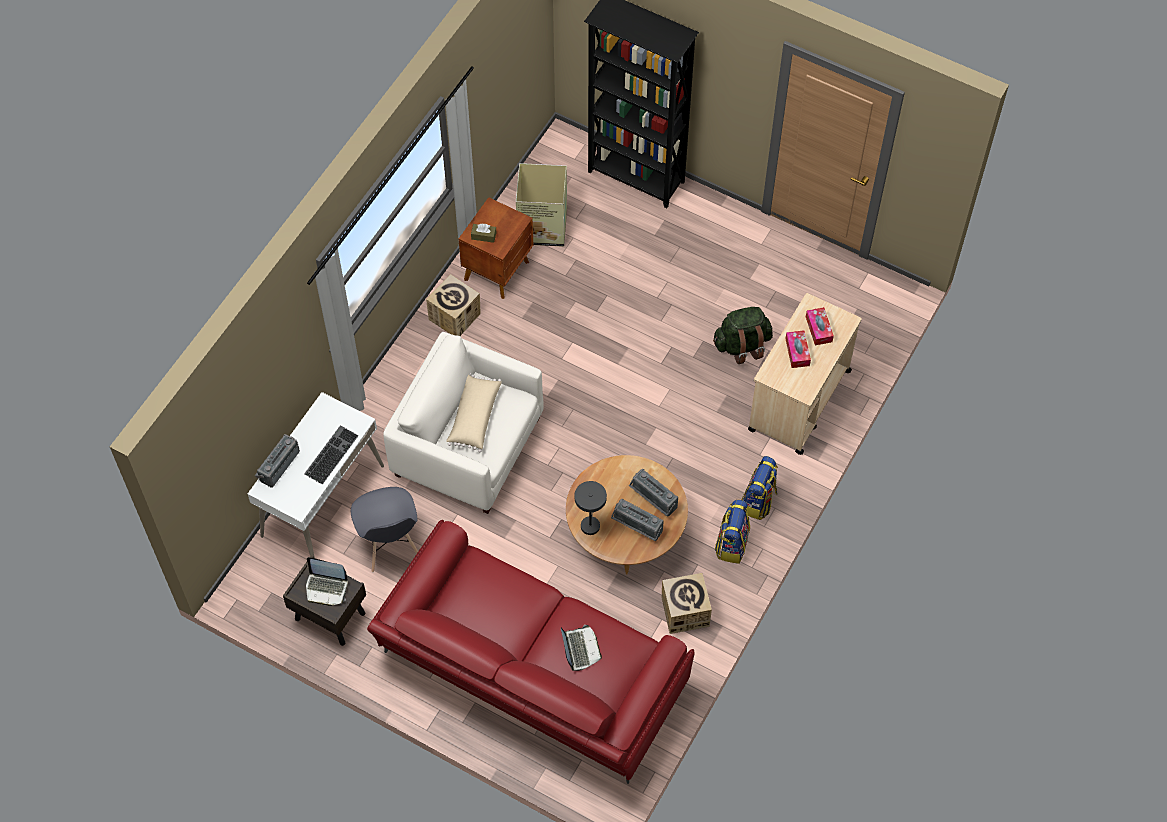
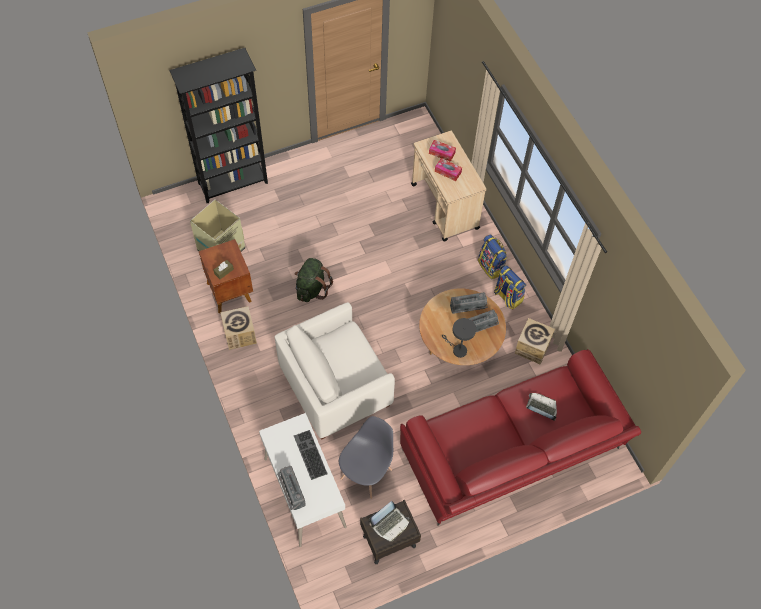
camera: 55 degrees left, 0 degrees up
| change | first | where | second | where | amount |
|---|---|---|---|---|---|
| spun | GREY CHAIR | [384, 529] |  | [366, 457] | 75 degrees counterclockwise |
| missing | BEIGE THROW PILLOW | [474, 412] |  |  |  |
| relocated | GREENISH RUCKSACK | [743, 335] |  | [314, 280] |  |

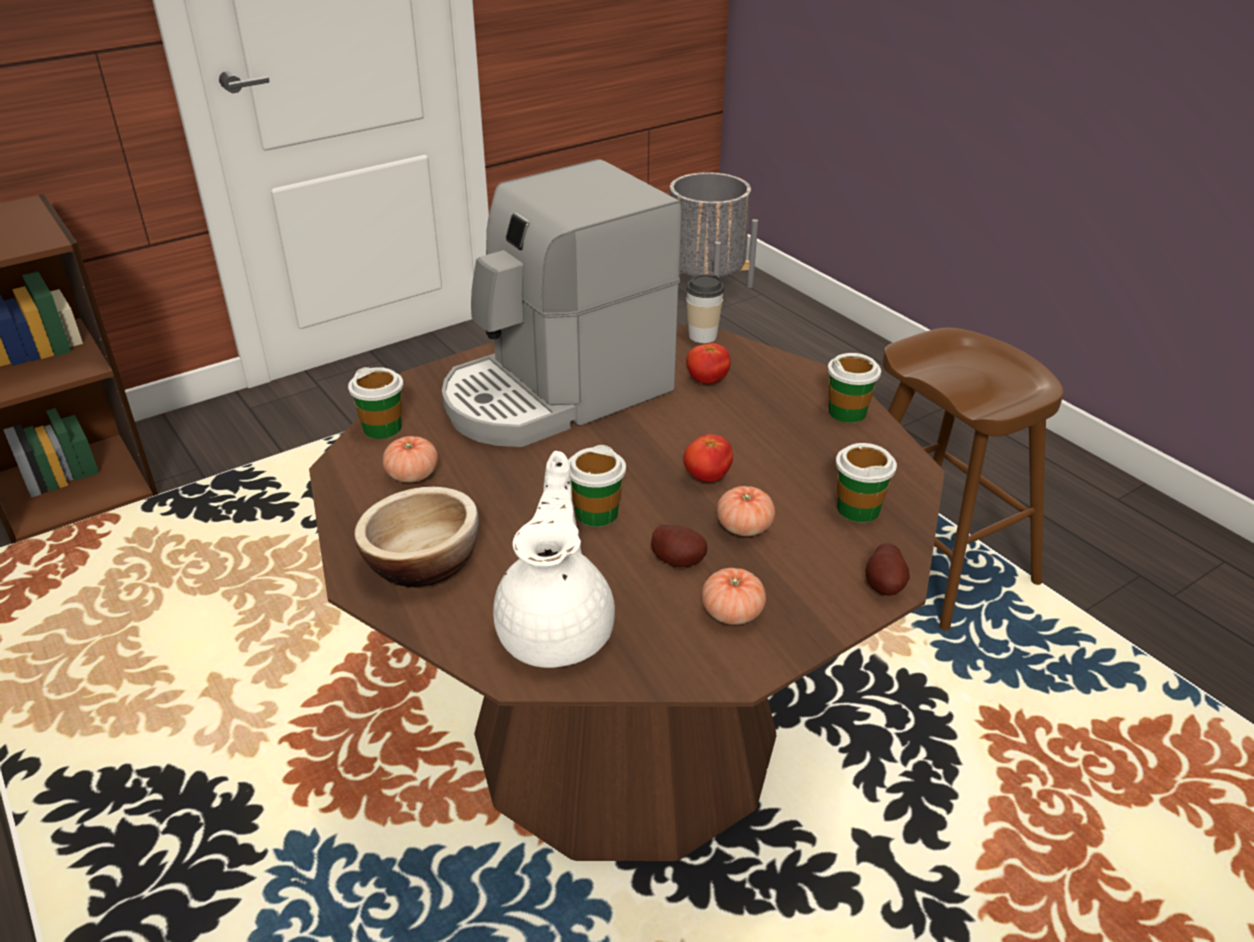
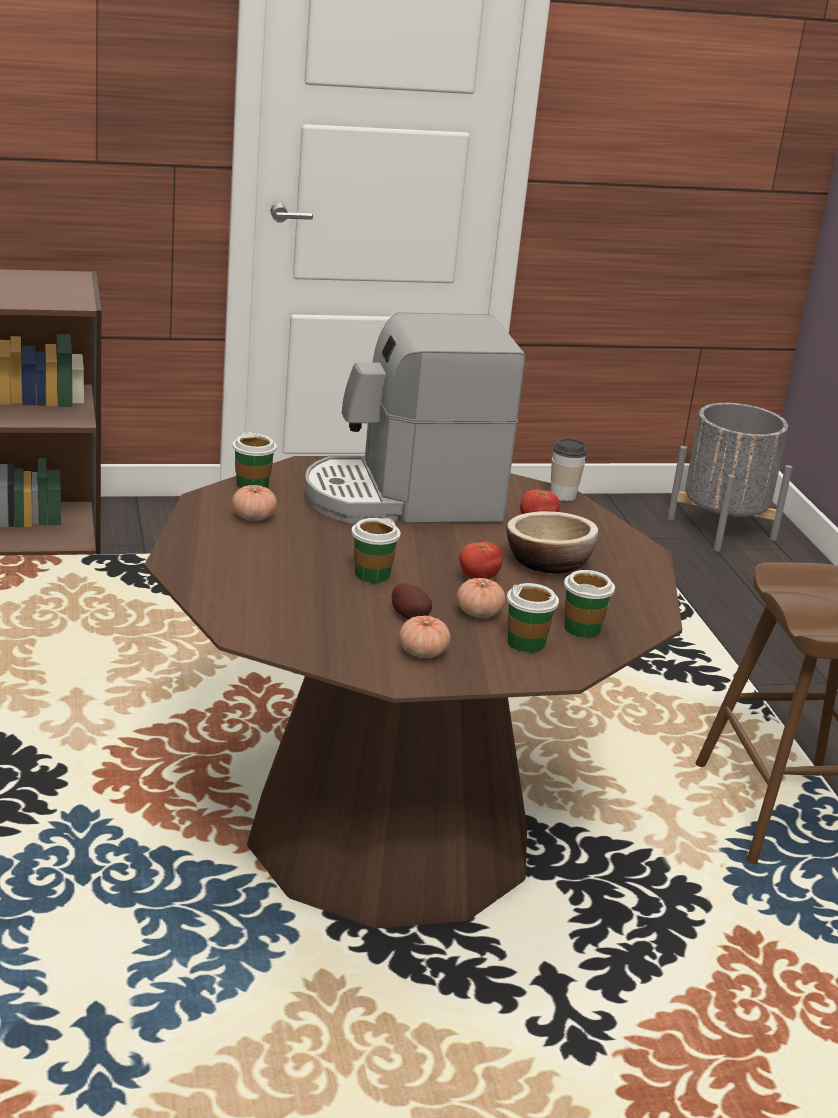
camera: 20 degrees right, 10 degrees down
| change | first | where | second | where | amount |
|---|---|---|---|---|---|
| relocated | DEEP DISH | [416, 537] |  | [553, 542] |  |
| missing | WHITE-COLOURED TEAPOT | [554, 559] |  |  |  |
| relocated | DRINKING CUP | [854, 388] |  | [533, 618] |  |
| missing | POTATO | [888, 569] |  |  |  |

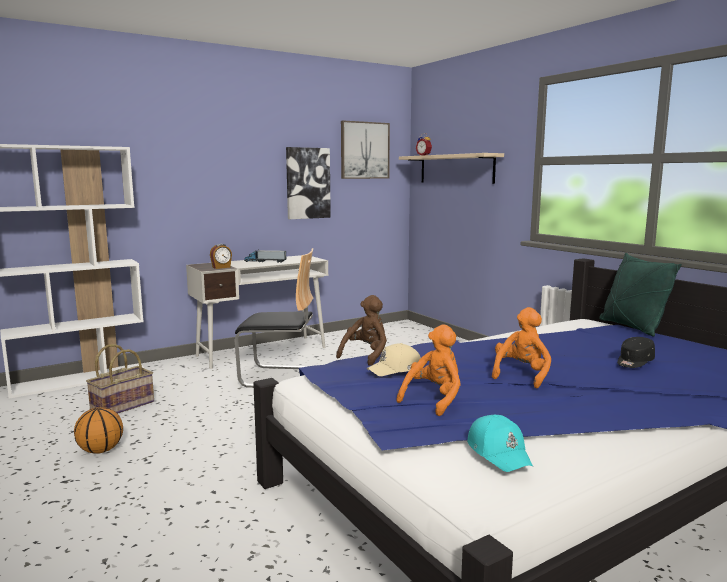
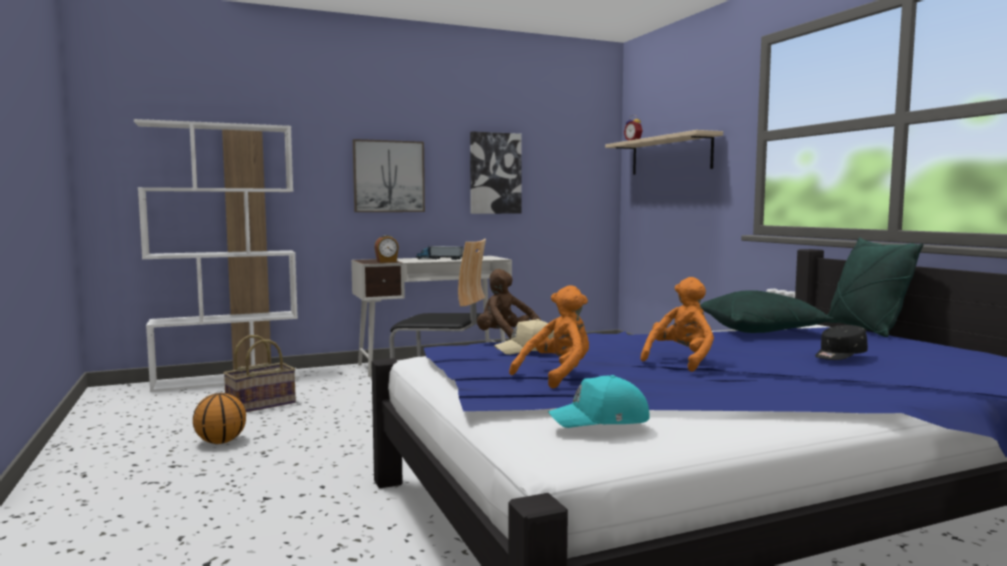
camera: 10 degrees right, 5 degrees down
| change | first | where | second | where | amount |
|---|---|---|---|---|---|
| spun | BROWN-COLOURED SOFT TOY | [361, 330] |  | [509, 304] | 90 degrees counterclockwise |
| relocated | WALL PICTURE | [365, 149] |  | [389, 175] |  |
| spun | TURQUOISE-COLOURED CAP | [500, 443] |  | [598, 401] | 90 degrees clockwise |
| appeared |  |  | GREENISH THROW PILLOW | [767, 311] |  |

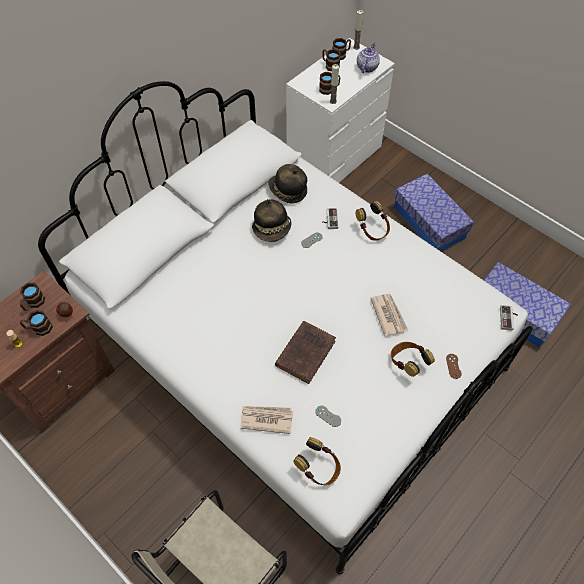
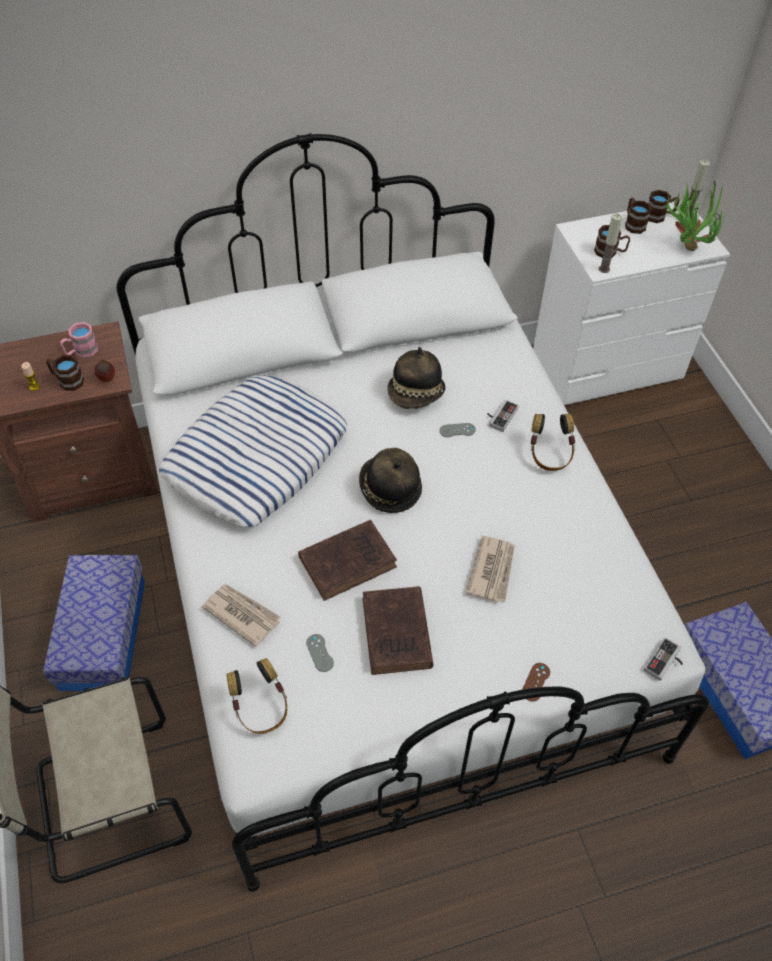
camera: 30 degrees right, 5 degrees down
| change | first | where | second | where | amount |
|---|---|---|---|---|---|
| colour | BROWN-COLOURED TEA MUG | [32, 297] | PINK-COLOURED TEA MUG | [79, 340] |  |
| relocated | HAT | [287, 183] |  | [390, 480] |  |
| exchanged | TEAPOT | [368, 58] | POTTED PLANT | [695, 216] |  |
| missing | PAIR OF HEADPHONES | [413, 359] |  |  |  |
| relocated | STORAGE BOX | [434, 212] |  | [94, 623] |  |
| appeared |  |  | THROW PILLOW | [253, 451] |  |
| appeared |  |  | BROWN-COLOURED BOOK | [398, 630] |  |

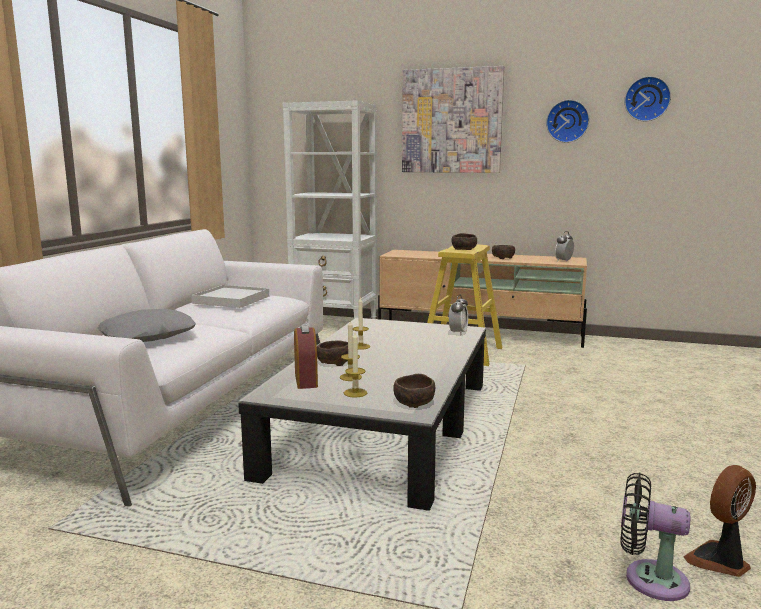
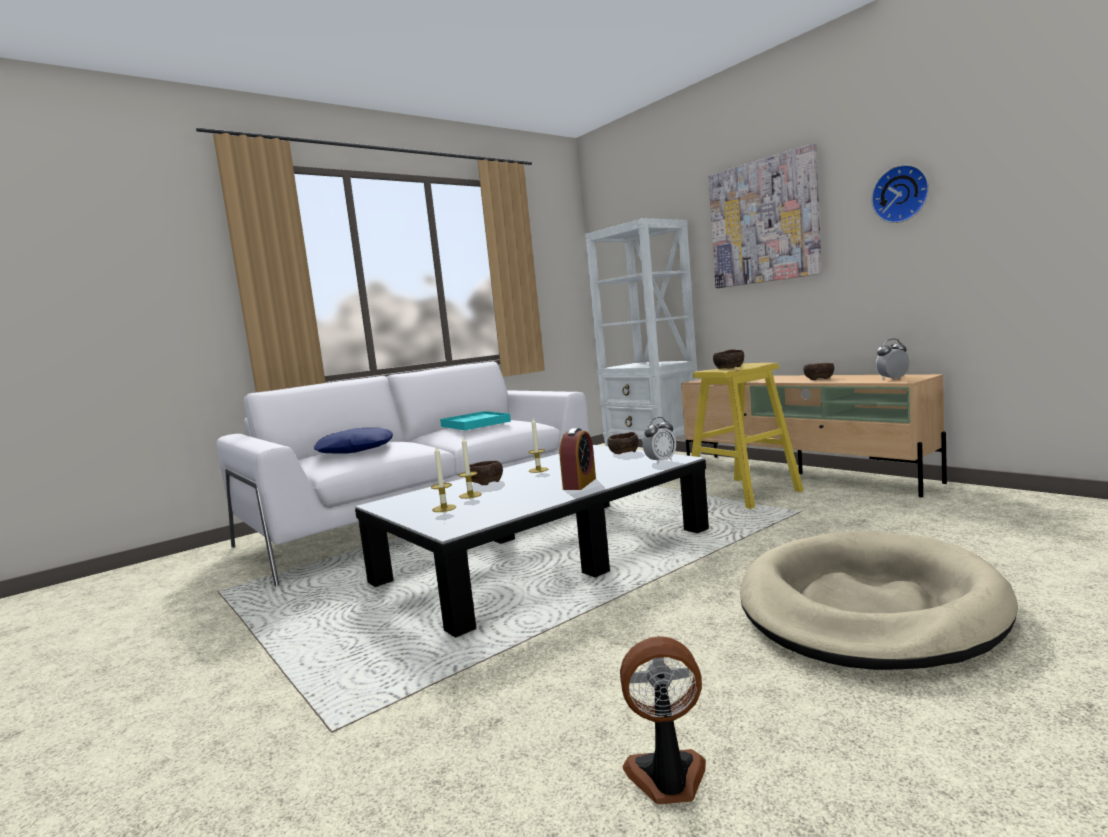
camera: 35 degrees right, 5 degrees down
| change | first | where | second | where | amount |
|---|---|---|---|---|---|
| colour | GREY THROW PILLOW | [146, 325] | BLUISH THROW PILLOW | [353, 440] |  |
| colour | WHITE-COLOURED SERVING TRAY | [230, 296] | TURQUOISE-COLOURED SERVING TRAY | [475, 420] |  |
| relocated | BEDSIDE CLOCK | [306, 357] |  | [577, 459] |  |
| relocated | BROWN-COLOURED DEEP DISH | [414, 391] |  | [623, 443] |  |
| missing | BLACK-COLOURED FAN | [655, 537] |  |  |  |
| missing | WALL CLOCK | [647, 98] |  |  |  |
| appeared |  |  | BEIGE DOG BED | [879, 600] |  |

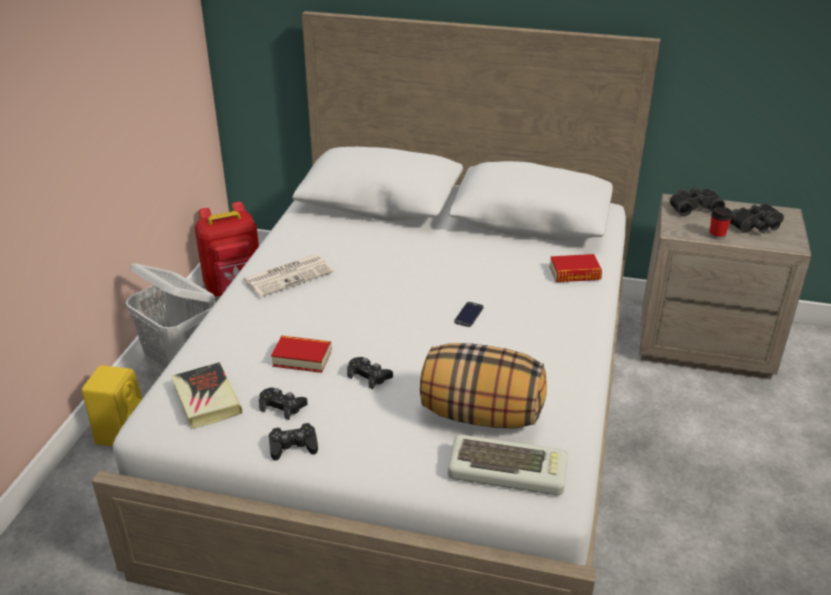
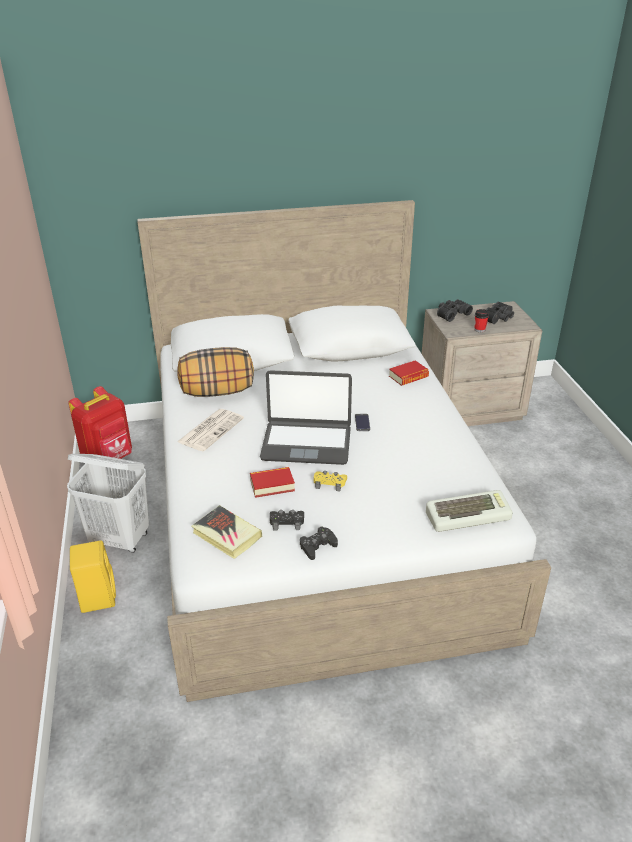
camera: 25 degrees left, 0 degrees up
| change | first | where | second | where | amount |
|---|---|---|---|---|---|
| colour | BLACK-COLOURED GAMEPAD | [370, 373] | YELLOW-COLOURED GAMEPAD | [330, 481] |  |
| relocated | THROW PILLOW | [483, 386] |  | [215, 372] |  |
| appeared |  |  | NOTEBOOK COMPUTER | [306, 417] |  |

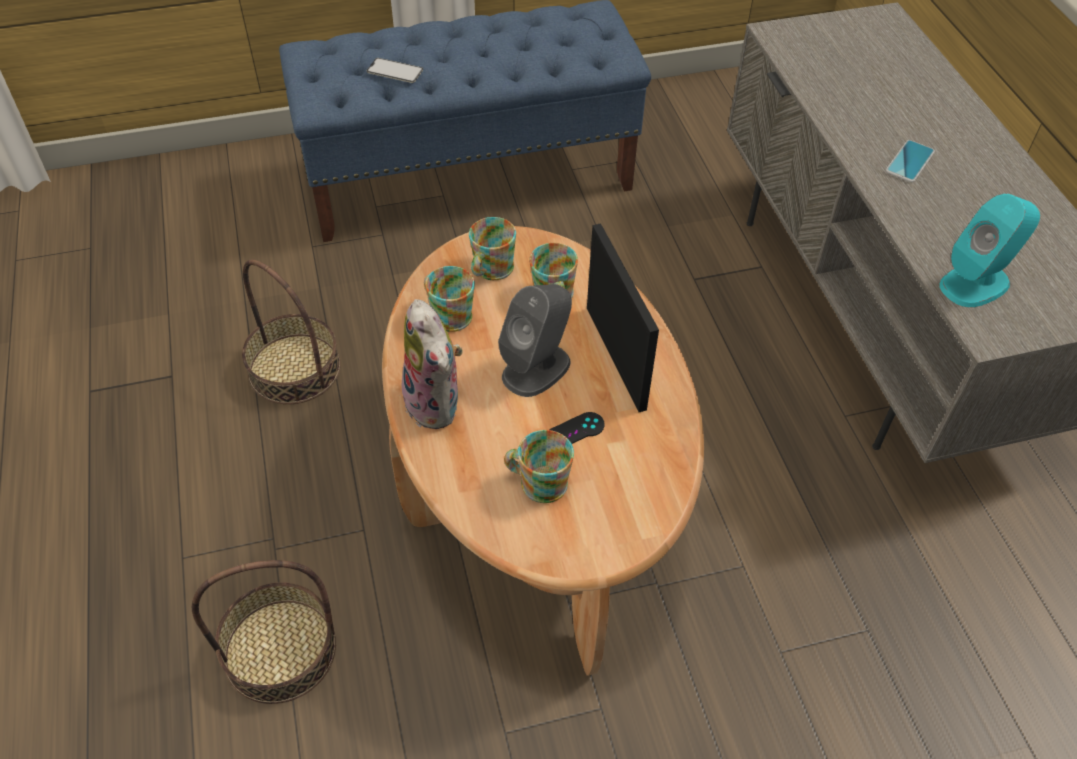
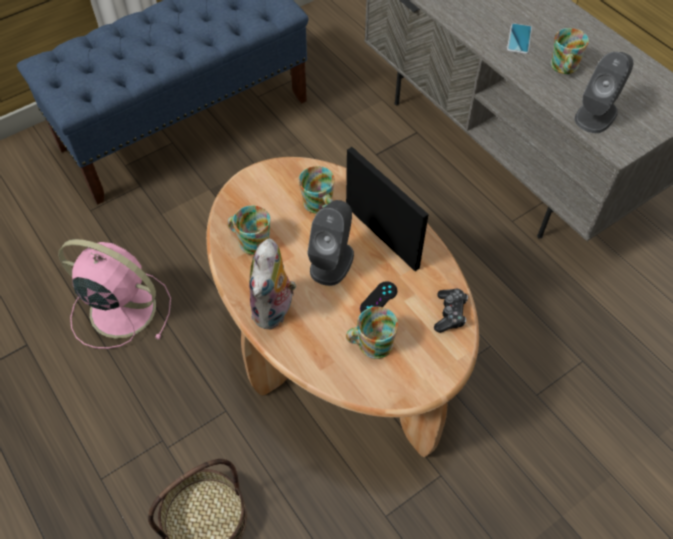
camera: 20 degrees left, 5 degrees up
| change | first | where | second | where | amount |
|---|---|---|---|---|---|
| exchanged | BASKET | [291, 331] | PINK-COLOURED FAN | [114, 294] |  |
| missing | PHONE | [395, 70] |  |  |  |
| spun | SOFT TOY | [432, 364] |  | [272, 283] | 60 degrees clockwise |
| relocated | TEA MUG | [492, 248] |  | [569, 51] |  |
| colour | TURQUOISE-COLOURED SPEAKER | [990, 250] | GREY SPEAKER | [604, 92] |  |
| appeared |  |  | GAMEPAD | [451, 311] |  |

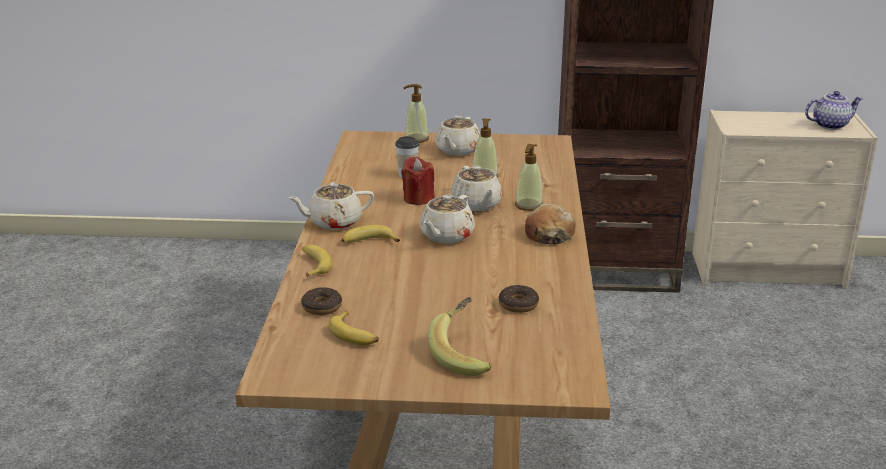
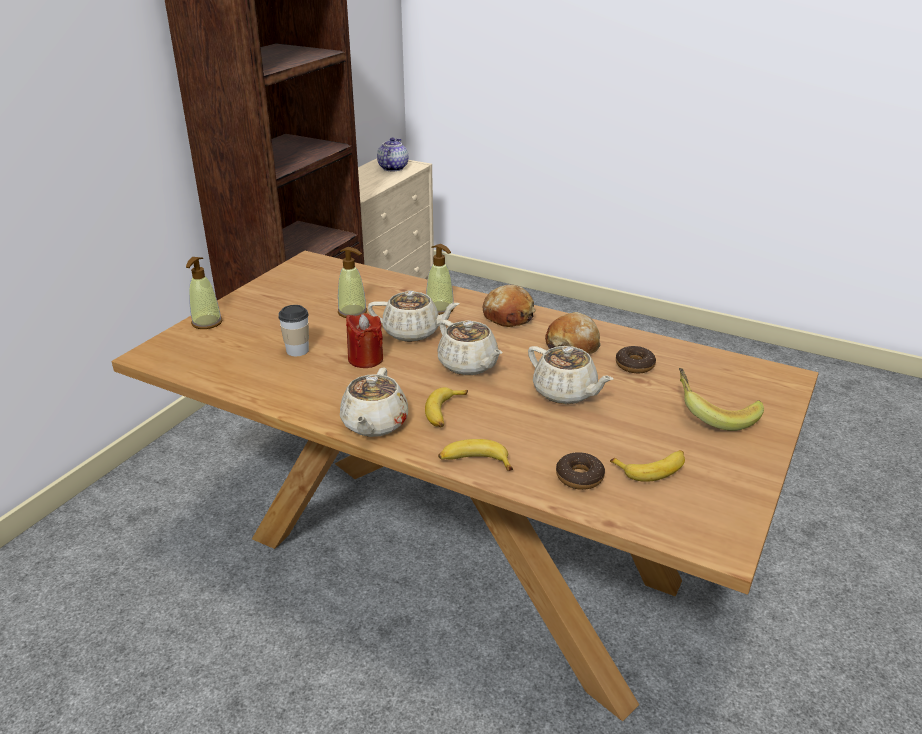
camera: 65 degrees left, 5 degrees up
| change | first | where | second | where | amount |
|---|---|---|---|---|---|
| relocated | BEIGE TEAPOT | [458, 135] |  | [570, 375] |  |
| appeared |  |  | BREAD | [573, 333] |  |

